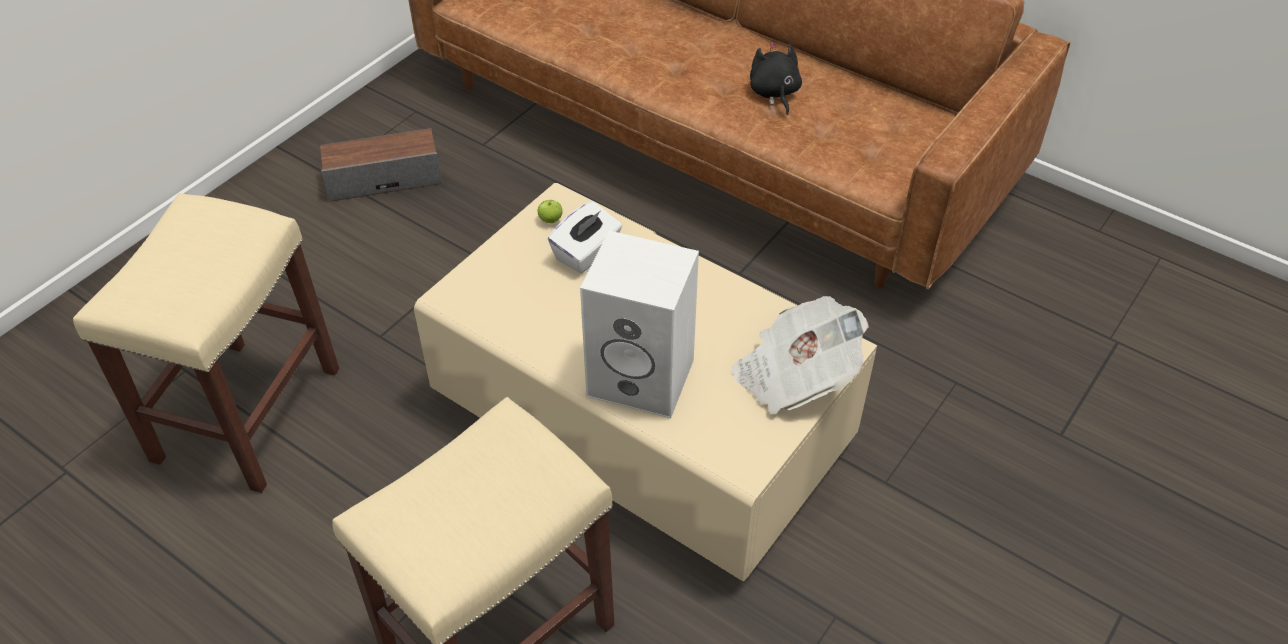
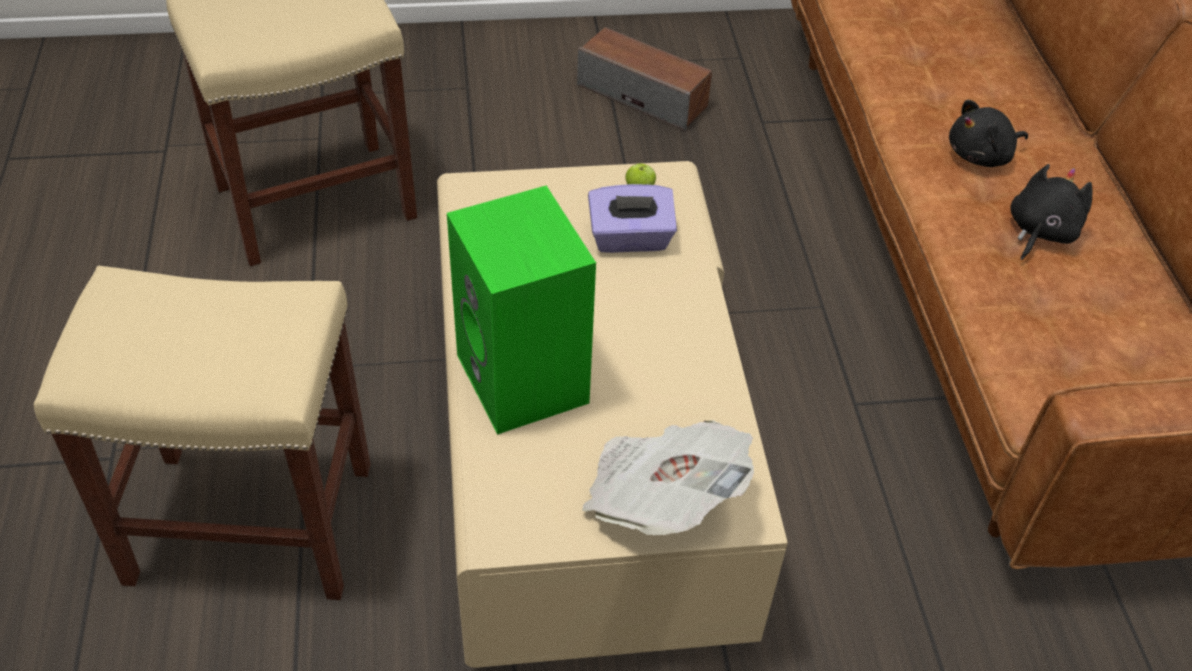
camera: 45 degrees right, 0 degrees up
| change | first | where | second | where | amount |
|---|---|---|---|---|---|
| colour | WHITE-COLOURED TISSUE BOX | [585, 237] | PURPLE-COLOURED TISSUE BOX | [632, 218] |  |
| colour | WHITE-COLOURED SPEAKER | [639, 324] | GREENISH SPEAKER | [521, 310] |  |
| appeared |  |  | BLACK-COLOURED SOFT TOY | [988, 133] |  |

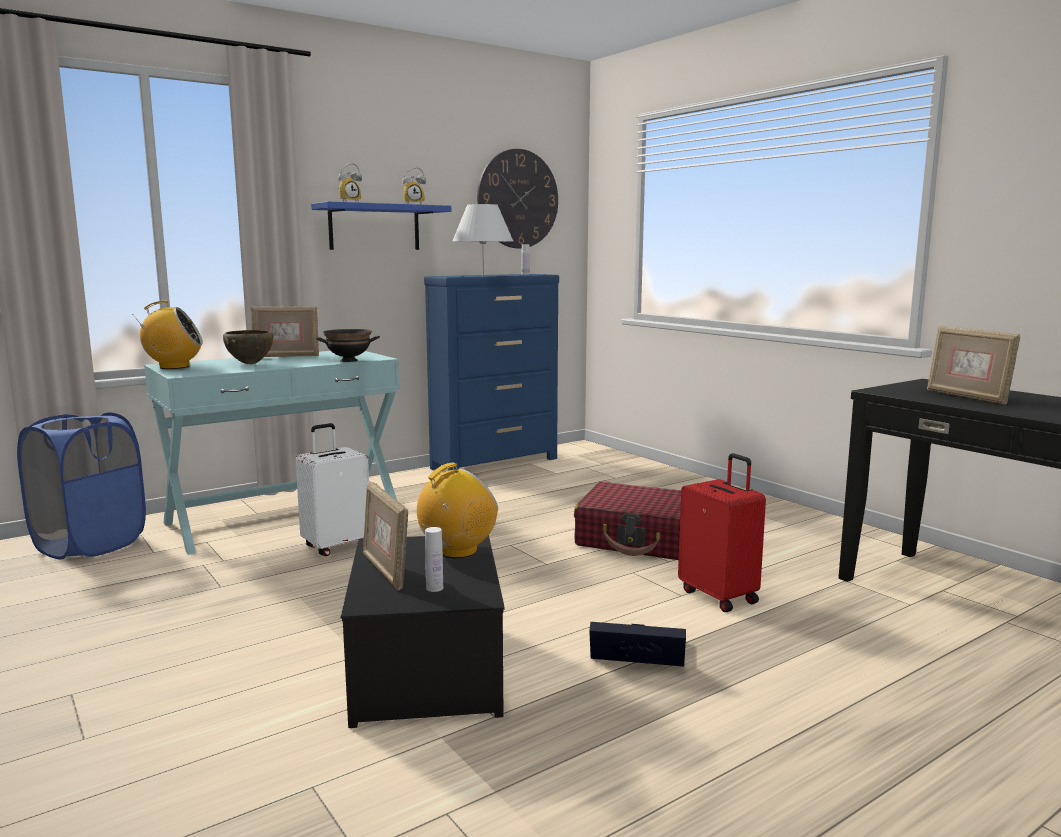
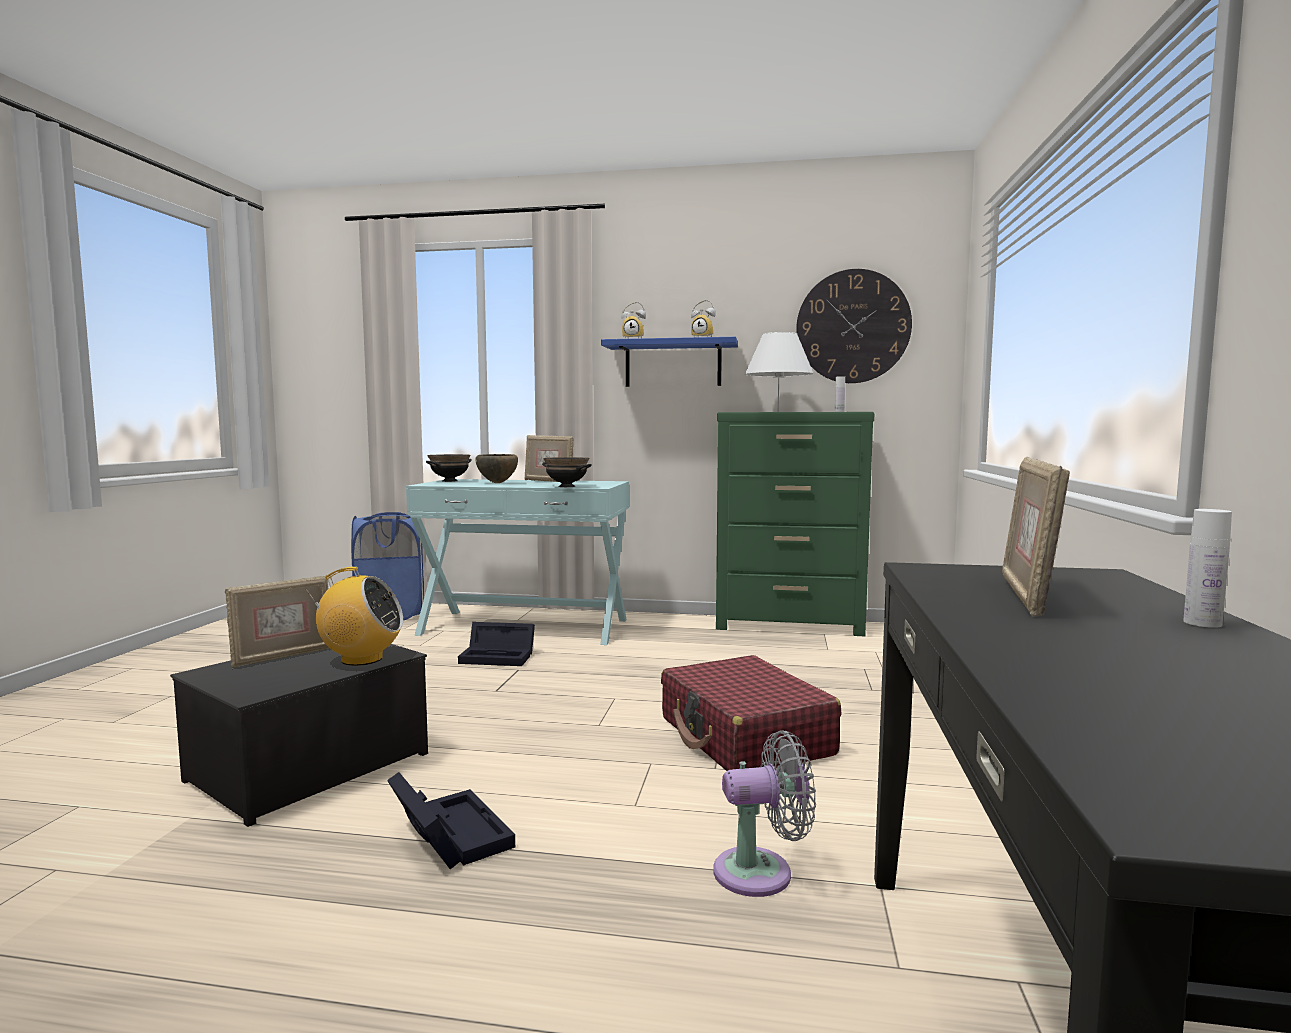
camera: 45 degrees right, 5 degrees down
| change | first | where | second | where | amount |
|---|---|---|---|---|---|
| exchanged | RADIO | [168, 335] | BLACK-COLOURED DEEP DISH | [449, 468] |  |
| exchanged | WHITE-COLOURED SUITCASE | [332, 489] | BLACK-COLOURED STORAGE BOX | [496, 644] |  |
| spun | STANDING FRAME | [385, 536] |  | [277, 621] | 150 degrees counterclockwise |
| colour | BLUISH CHEST OF DRAWERS | [491, 372] | GREENISH CHEST OF DRAWERS | [795, 524] |  |
| relocated | WHITE-COLOURED DRINK BOTTLE | [434, 559] |  | [1207, 568] |  |
| missing | RED SUITCASE | [722, 532] |  |  |  |
| appeared |  |  | GREY FAN | [765, 814] |  |

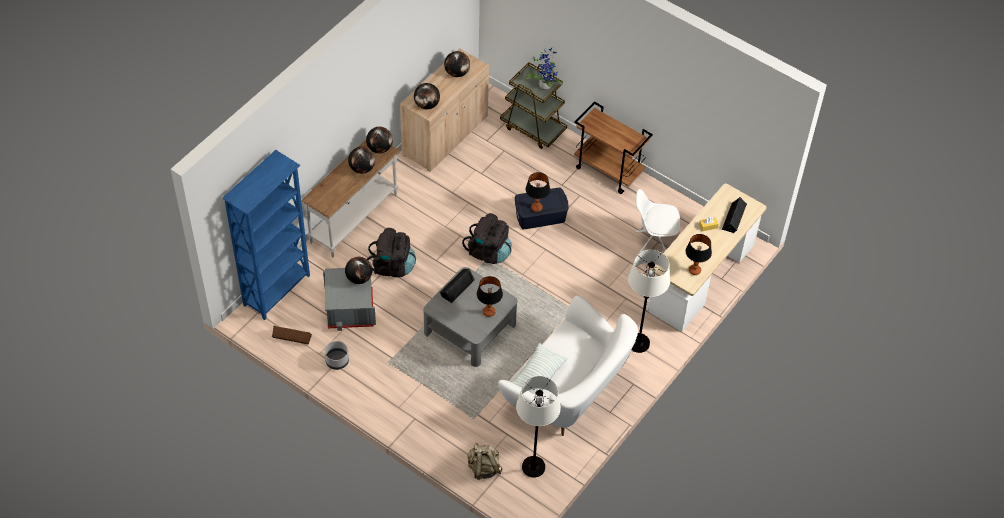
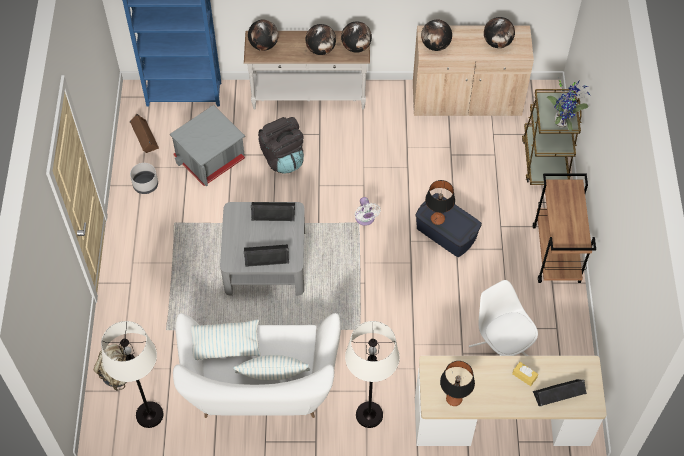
camera: 55 degrees right, 5 degrees up
| change | first | where | second | where | amount |
|---|---|---|---|---|---|
| relocated | GLOBE | [358, 270] |  | [263, 35] |  |
| exchanged | BLACK-COLOURED RUCKSACK | [487, 238] | WHITE-COLOURED FAN | [368, 211] |  |
| exchanged | TABLETOP LAMP | [490, 296] | BLACK-COLOURED SPEAKER | [266, 255] |  |
| appeared |  |  | THROW PILLOW | [271, 367] |  |

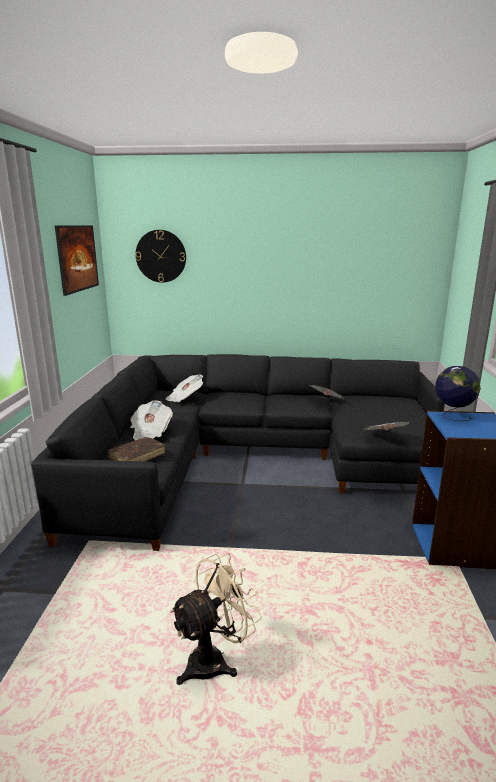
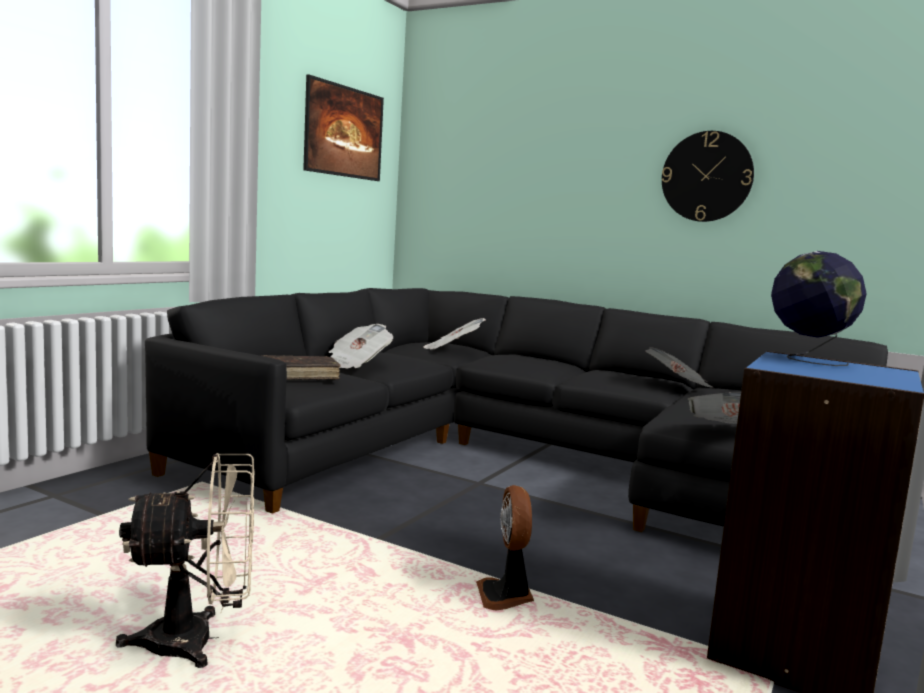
camera: 25 degrees right, 10 degrees down
| change | first | where | second | where | amount |
|---|---|---|---|---|---|
| relocated | WALL CLOCK | [160, 256] |  | [708, 176] |  |
| appeared |  |  | FAN | [505, 547] |  |

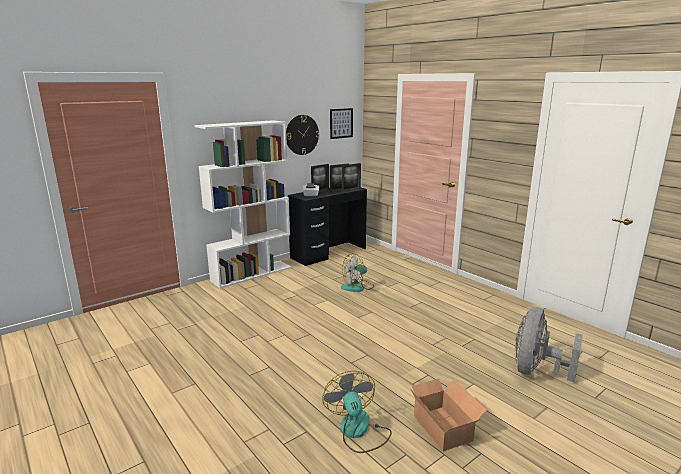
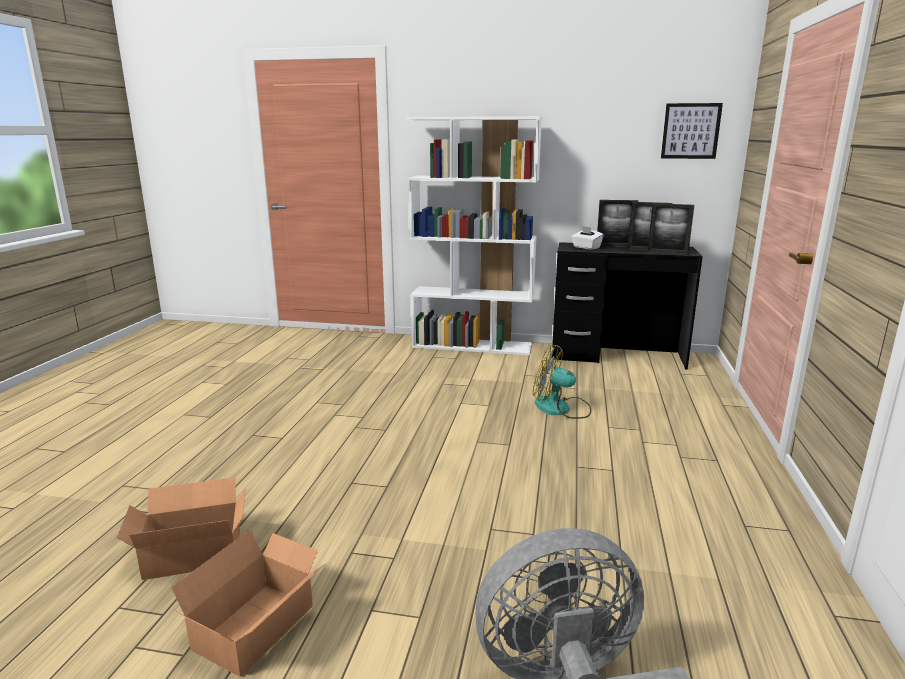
camera: 50 degrees right, 0 degrees up
| change | first | where | second | where | amount |
|---|---|---|---|---|---|
| missing | WALL CLOCK | [303, 135] |  |  |  |
| exchanged | FAN | [357, 412] | CARTON | [181, 528] |  |

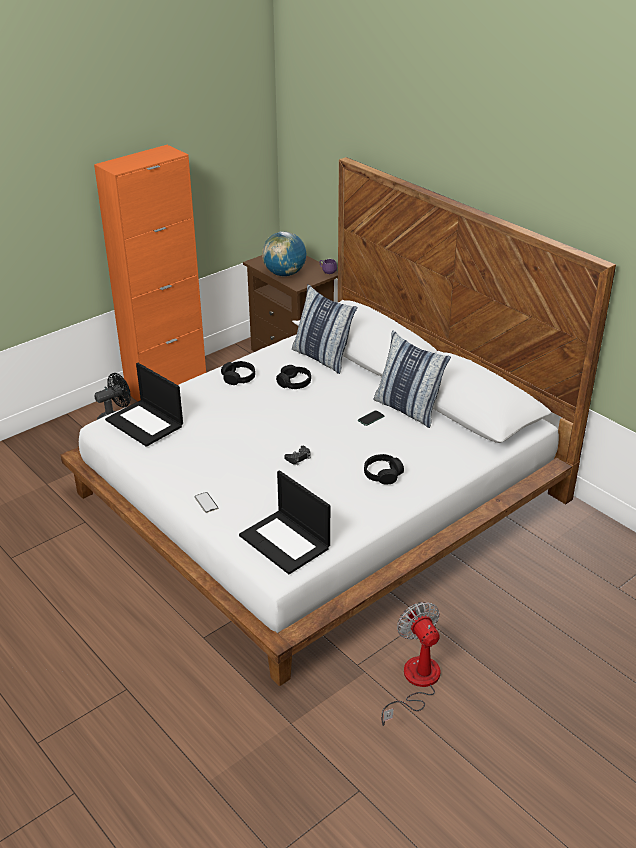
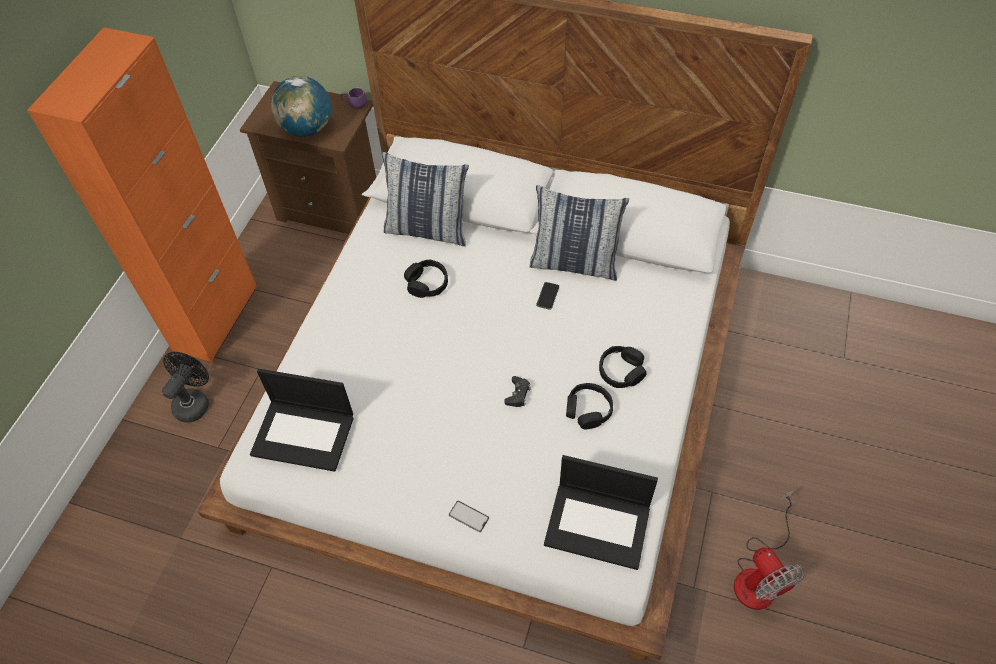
camera: 30 degrees left, 20 degrees up
| change | first | where | second | where | amount |
|---|---|---|---|---|---|
| relocated | BLACK-COLOURED PAIR OF HEADPHONES | [238, 373] |  | [589, 406] |  |
| spun | FAN | [410, 664] |  | [769, 550] | 150 degrees counterclockwise |

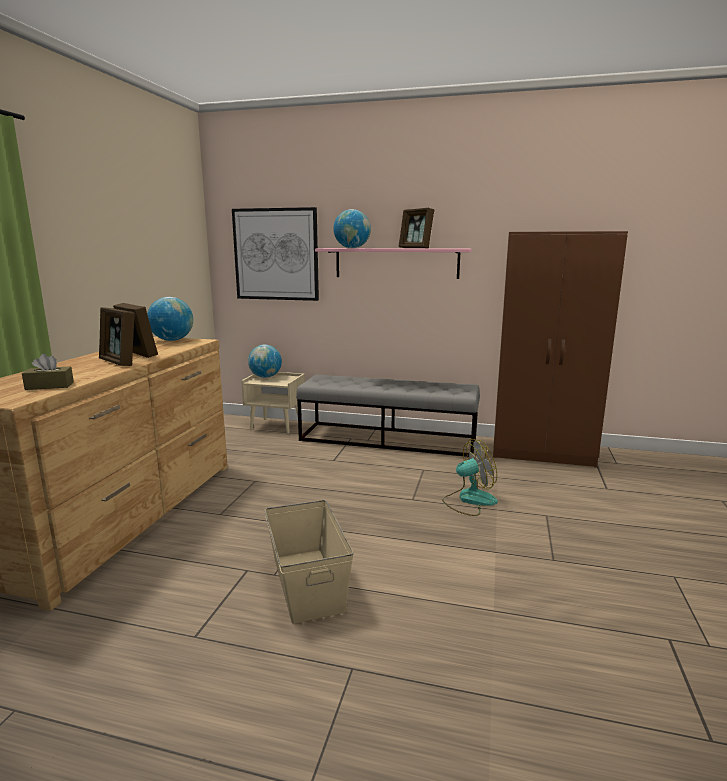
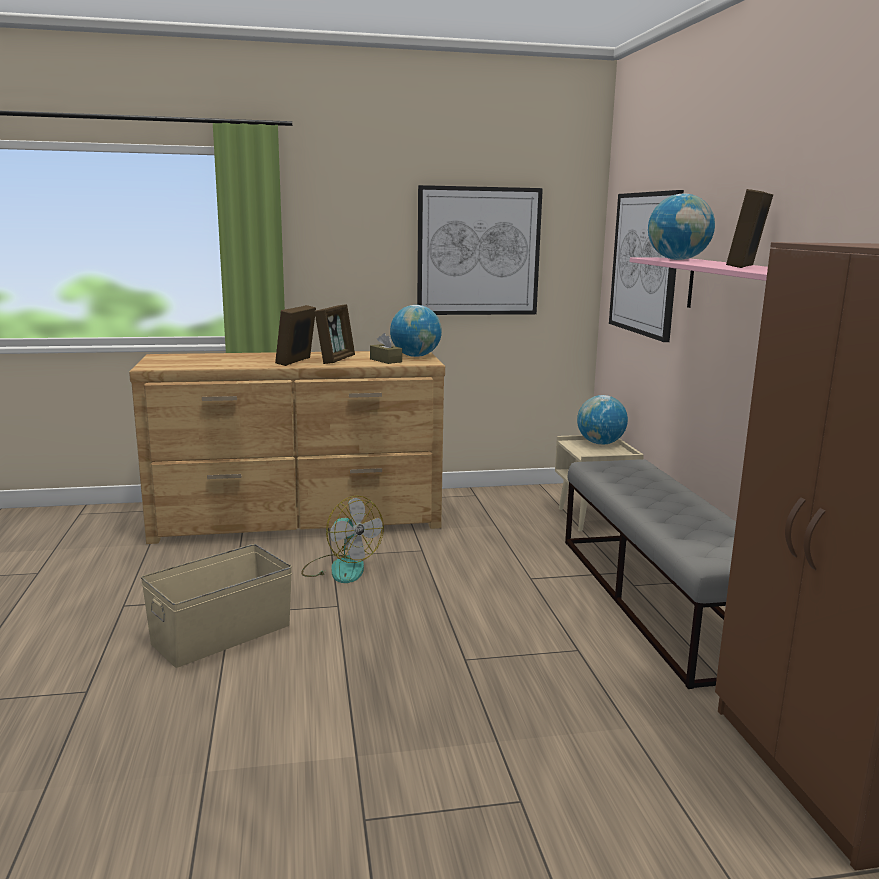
camera: 65 degrees right, 0 degrees up
| change | first | where | second | where | amount |
|---|---|---|---|---|---|
| relocated | BROWN-COLOURED TISSUE BOX | [48, 372] |  | [386, 348] |  |
| relocated | FAN | [470, 477] |  | [342, 539] |  |
| appeared |  |  | WALL PICTURE | [480, 250] |  |

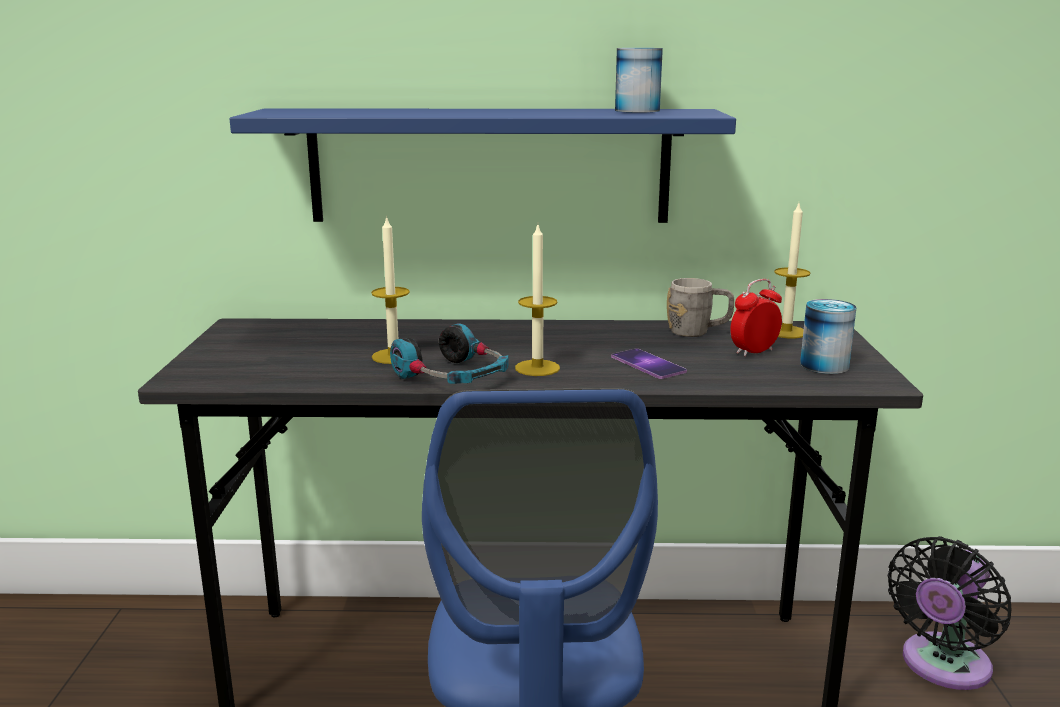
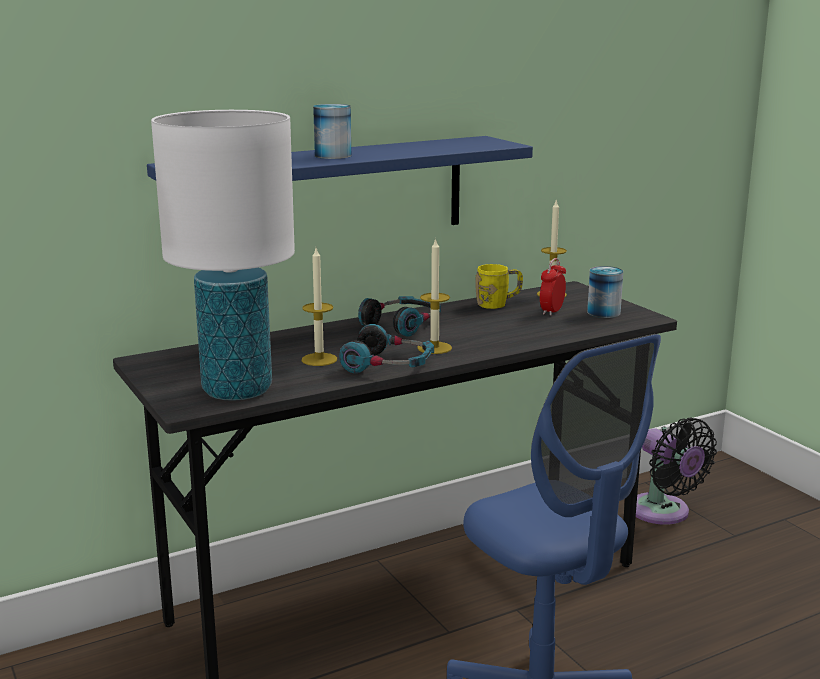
camera: 30 degrees left, 0 degrees up
| change | first | where | second | where | amount |
|---|---|---|---|---|---|
| missing | PHONE | [649, 364] |  |  |  |
| relocated | METAL CAN | [639, 80] |  | [332, 131] |  |
| colour | GREY TEA MUG | [700, 307] | YELLOW-COLOURED TEA MUG | [499, 286] |  |
| spun | BLACK-COLOURED FAN | [950, 613] |  | [676, 471] | 45 degrees counterclockwise |
| appeared |  |  | WHITE-COLOURED TABLETOP LAMP | [223, 255] |  |
| appeared |  |  | PAIR OF HEADPHONES | [399, 316] |  |

